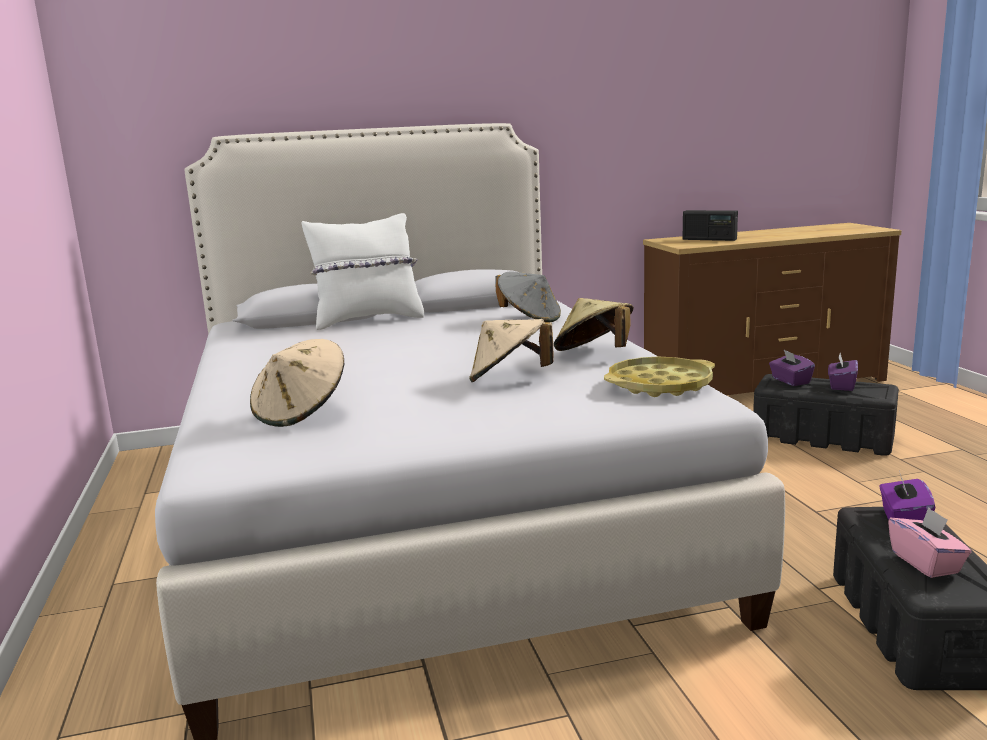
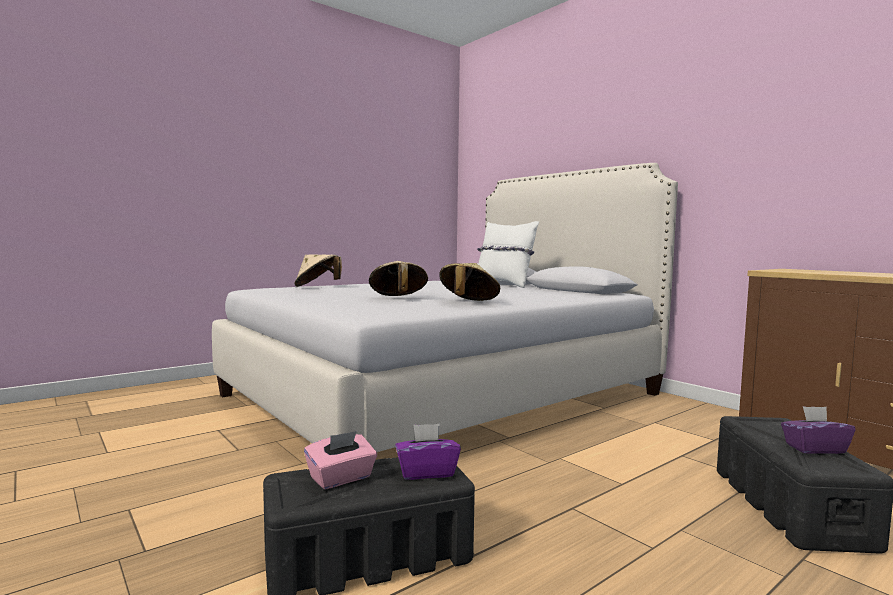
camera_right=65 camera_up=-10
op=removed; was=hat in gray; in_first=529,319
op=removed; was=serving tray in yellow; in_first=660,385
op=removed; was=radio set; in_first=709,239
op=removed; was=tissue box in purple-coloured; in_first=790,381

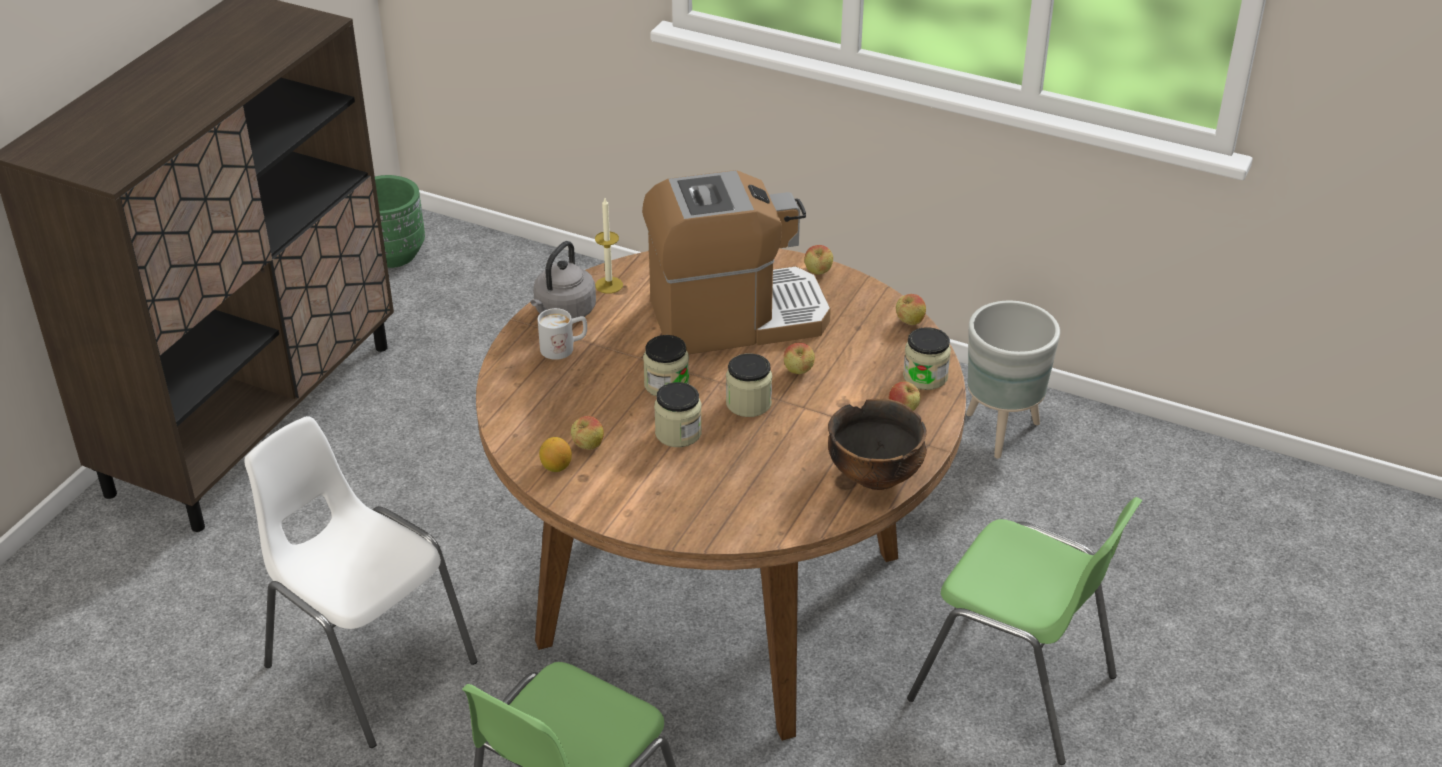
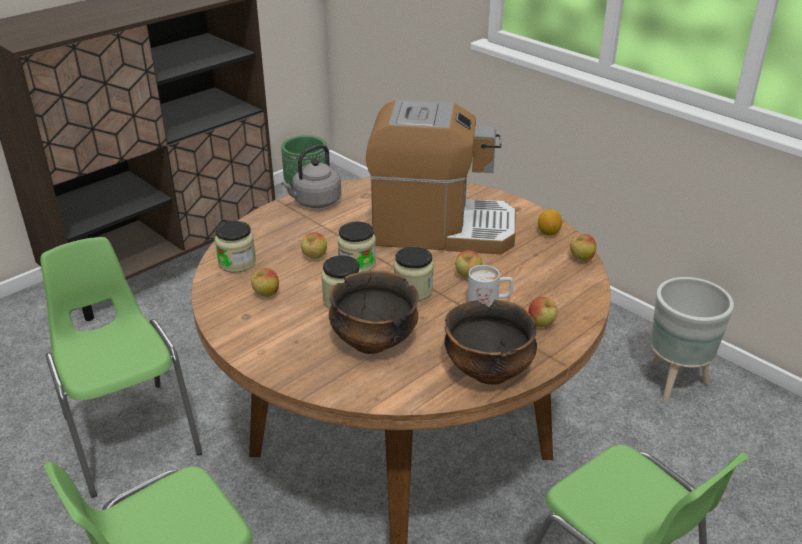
camera_right=20 camera_up=-5
op=removed; was=wax light; in_first=609,285
op=added; now=deep dish; in_second=373,341
op=moved; was=coffee mug in white-coloured; in_first=564,348; in_second=489,302
op=moved; was=whole lemon; in_first=556,467; in_second=548,233
op=moved; was=apple; in_first=818,273; in_second=314,257
op=moved; was=jar; in_first=925,376; in_second=237,263
op=recoloured; was=chair in white-coloured; now=chair in green; in_first=368,664; in_second=130,435

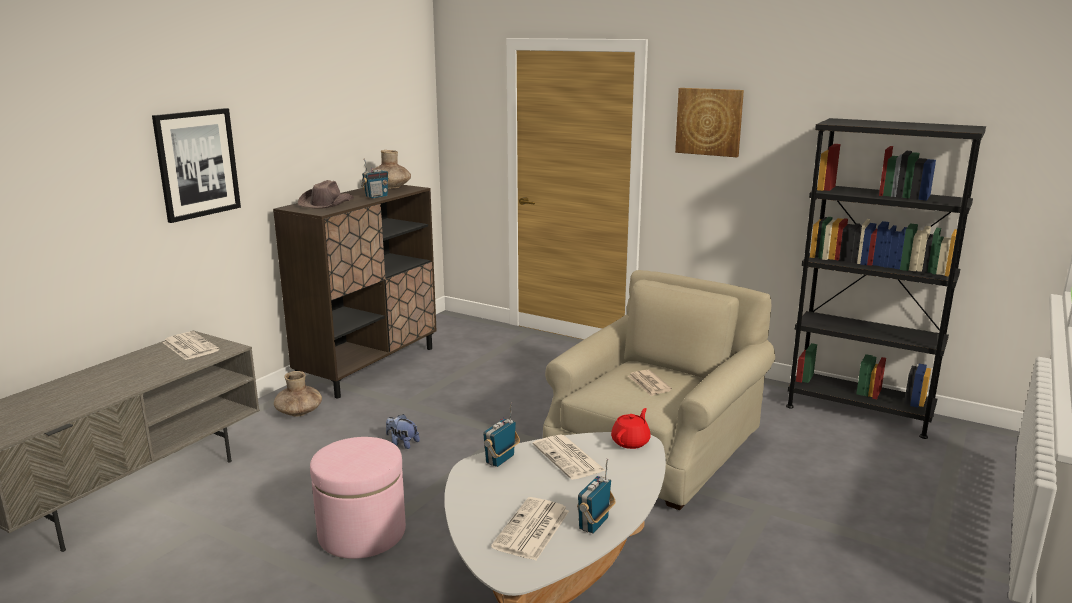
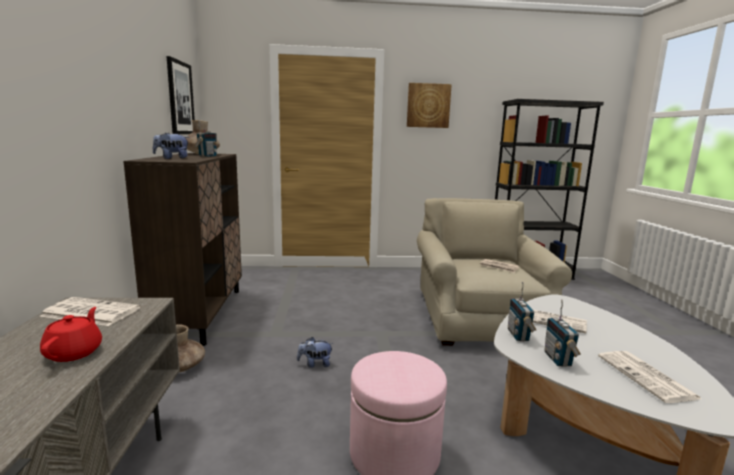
camera_right=-35 camera_up=-5
op=moved; was=picture; in_first=197,164; in_second=180,98
op=moved; was=radio set; in_first=594,524; in_second=558,359
op=moved; was=teapot in red; in_first=631,442; in_second=75,352
op=replaced; was=hat in brown-coloured; now=plush toy; in_first=326,203; in_second=172,158

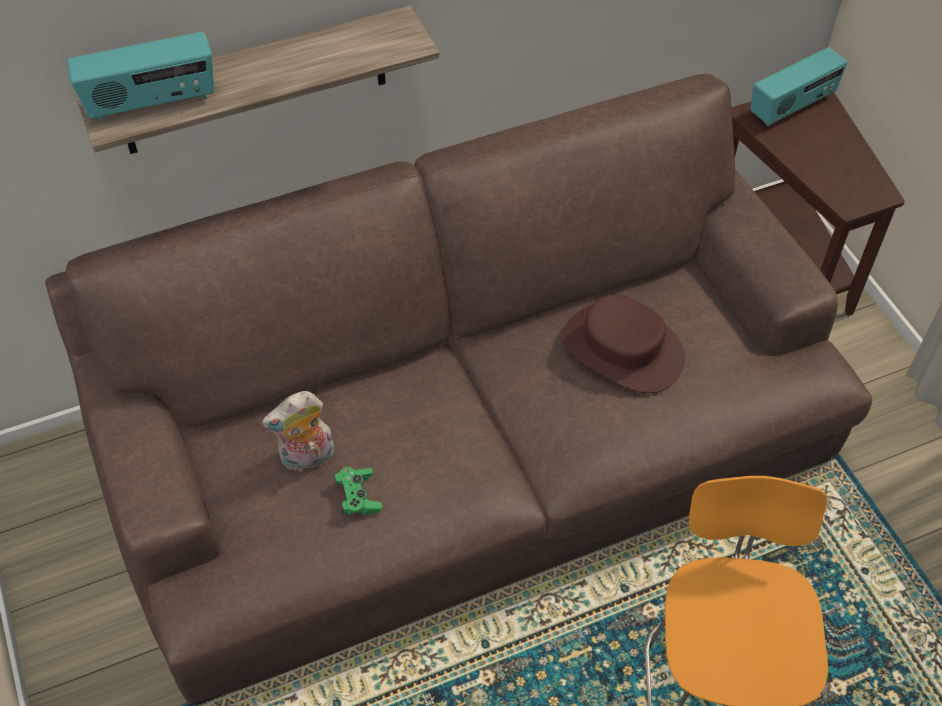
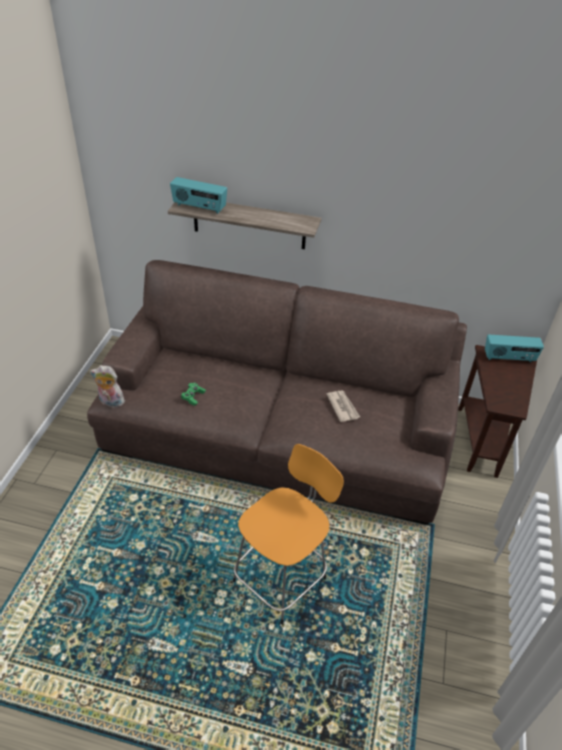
camera_right=35 camera_up=-10
op=moved; was=plush toy; in_first=307,459; in_second=110,402
op=replaced; was=hat in brown-coloured; now=newspaper; in_first=622,349; in_second=342,407

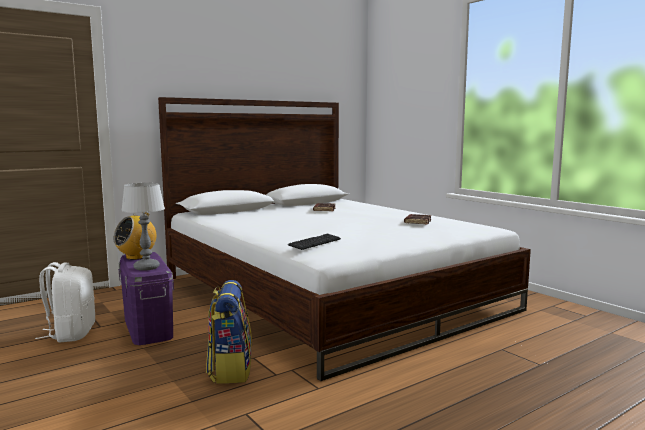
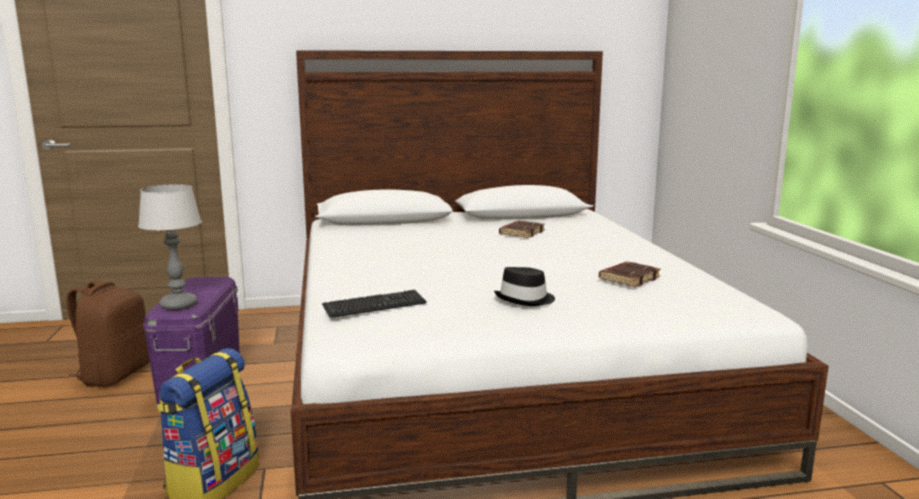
camera_right=25 camera_up=5
op=removed; was=radio set; in_first=136,257
op=added; now=hat in black; in_second=525,299
op=recoloured; was=backpack in white-coloured; now=backpack in brown-coloured; in_first=71,334; in_second=114,375

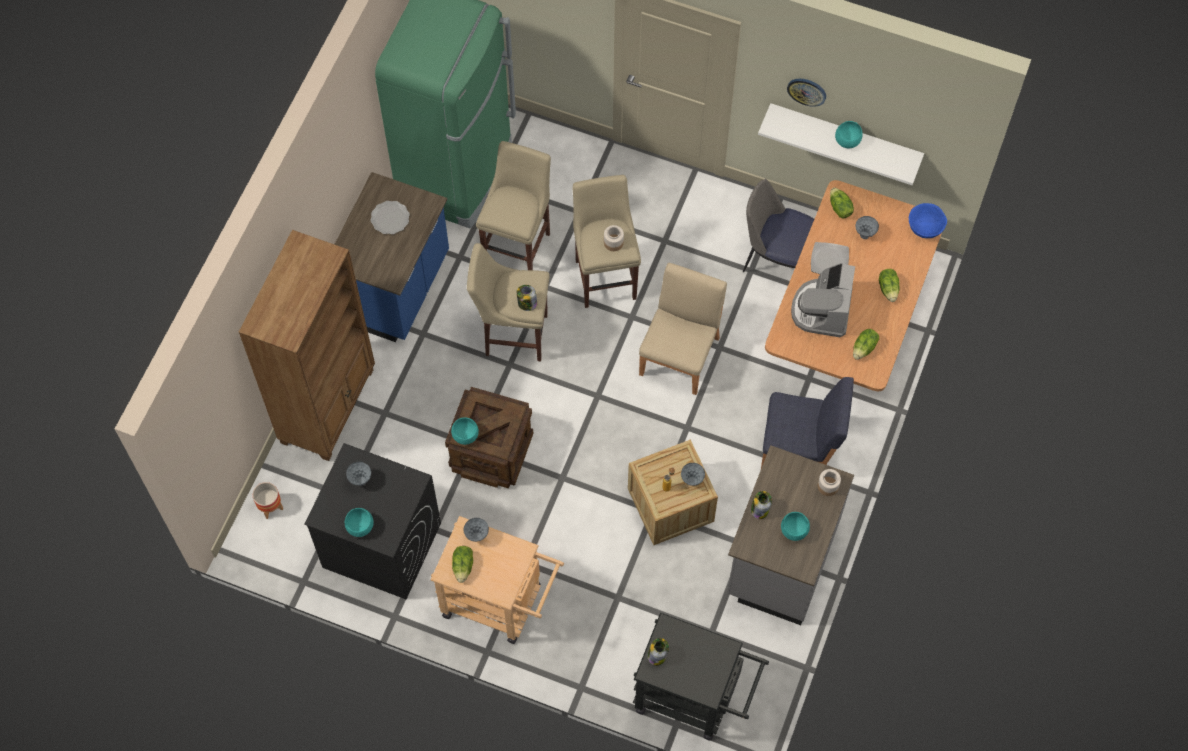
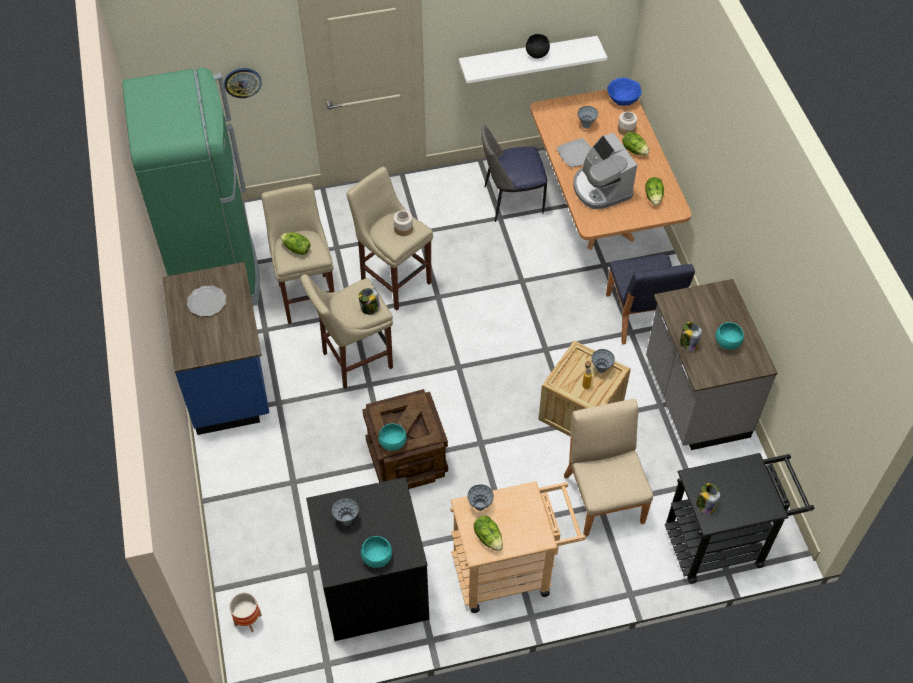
camera_right=-35 camera_up=-10
op=removed; was=bookshelf in brown-coloured; in_first=329,405
op=moved; was=chair in beige; in_first=680,355; in_second=604,497
op=moved; was=hanging clock; in_first=807,91; in_second=242,82
op=moved; was=jar; in_first=828,486; in_second=626,129
op=moved; was=head of lettuce; in_first=839,208; in_second=296,249
op=recoloured; was=deep dish in turquoise; now=deep dish in black; in_first=846,141; in_second=536,54
op=turned; was=chair in bluish; in_first=800,449; in_second=641,316; clockwise=105

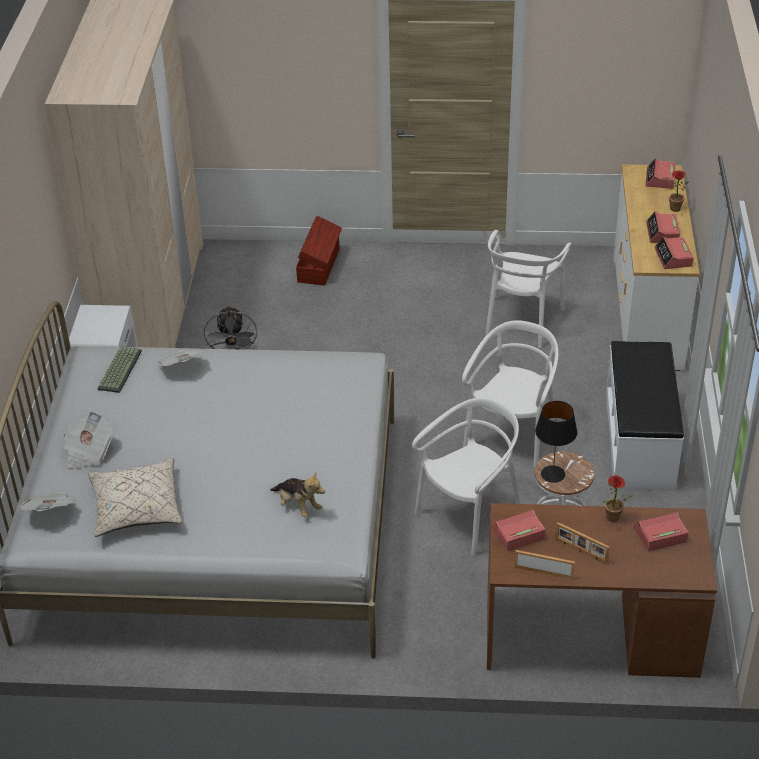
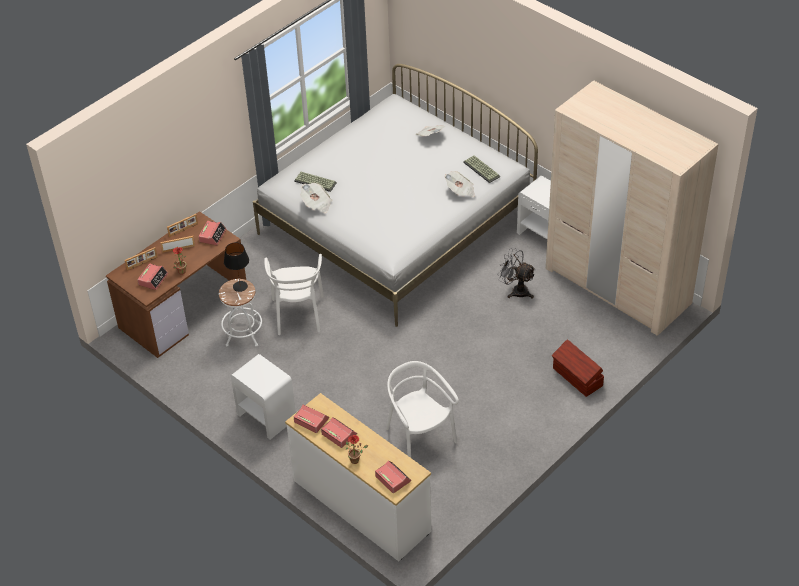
camera_right=130 camera_up=5
op=removed; was=cushion in beige; in_first=136,507
op=removed; was=chair in white-coloured; in_first=512,435
op=added; now=photo frame; in_second=142,263
op=moved; was=newspaper; in_first=51,512; in_second=317,204
op=replaced; was=plush toy; now=PC keyboard; in_first=298,506; in_second=316,181
op=replaced; was=bench in white-coloured; now=nightstand in white-coloured; in_first=640,442; in_second=266,416

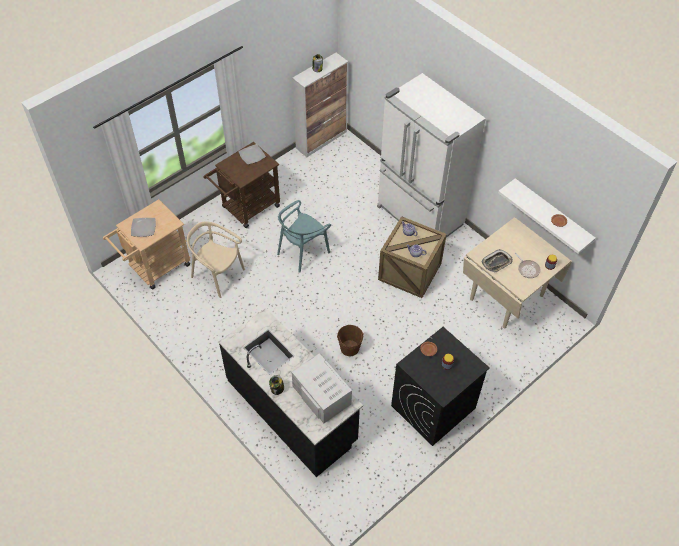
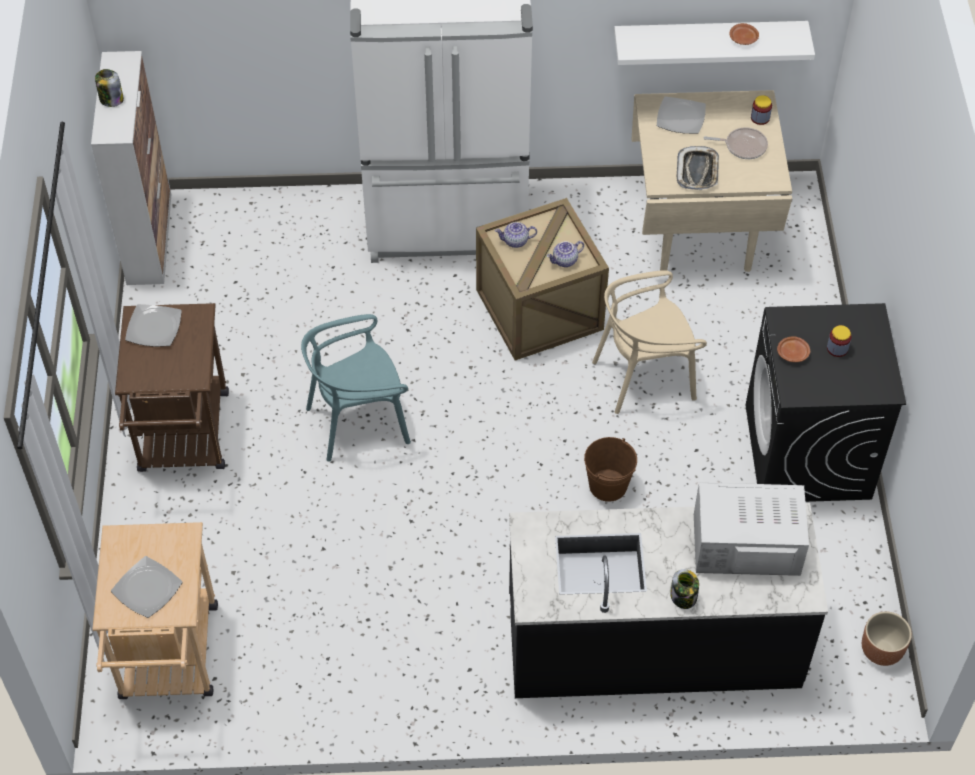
camera_right=-50 camera_up=0
op=added; now=plate; in_second=681,118
op=added; now=planter in brown-coloured; in_second=880,650
op=moved; was=chair in beige; in_first=217,275; in_second=644,377
op=turned; was=chair in turquoise; in_first=303,252; in_second=358,422; clockwise=75

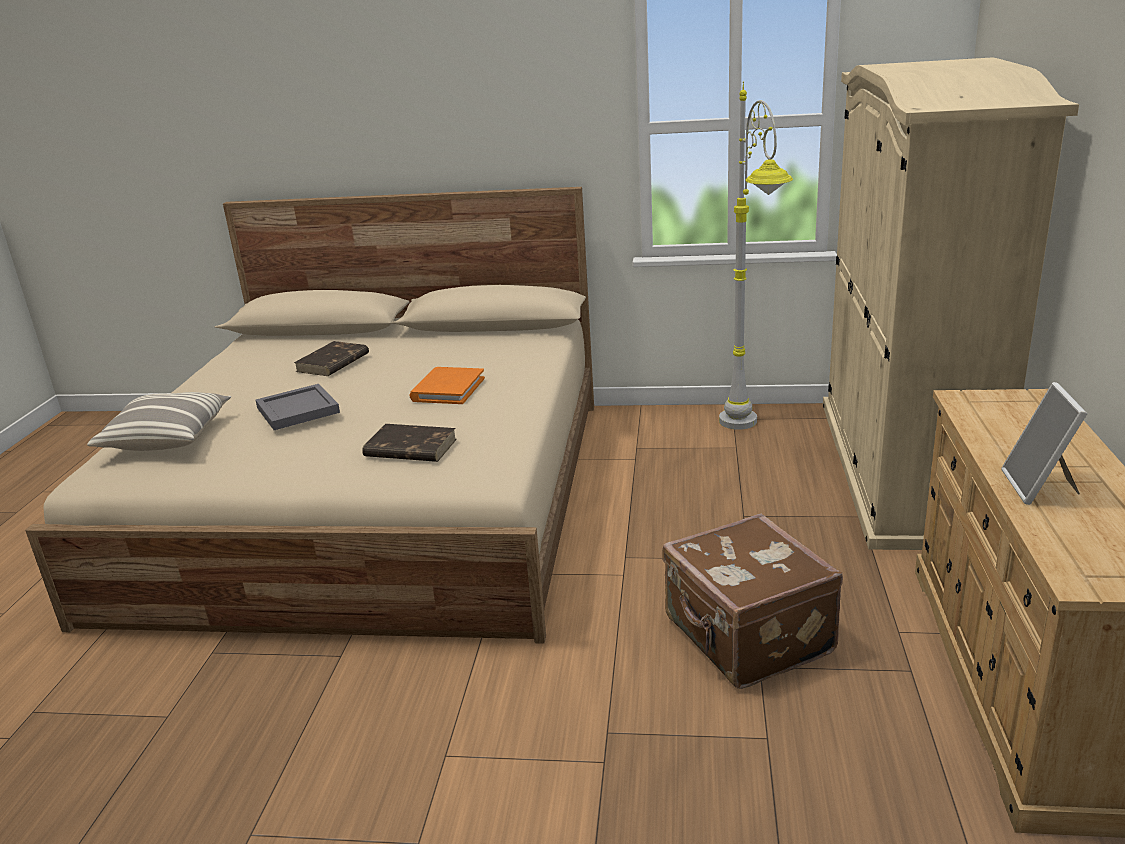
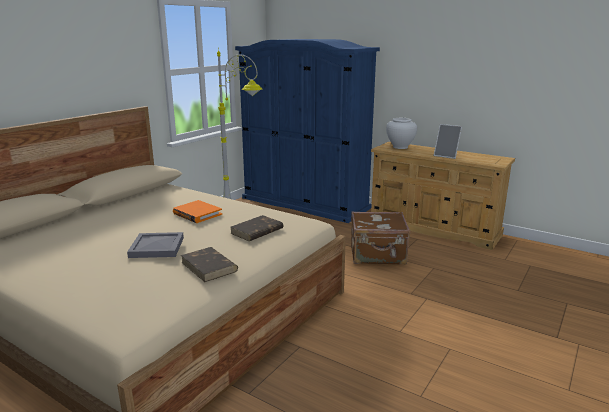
camera_right=-65 camera_up=-5
op=removed; was=cushion; in_first=167,437
op=added; now=flower vase in white-coloured; in_second=400,147
op=moved; was=book in brown-coloured; in_first=332,363; in_second=209,267
op=recoloured; was=armoire in beige; now=armoire in bluish; in_first=901,467; in_second=305,203

